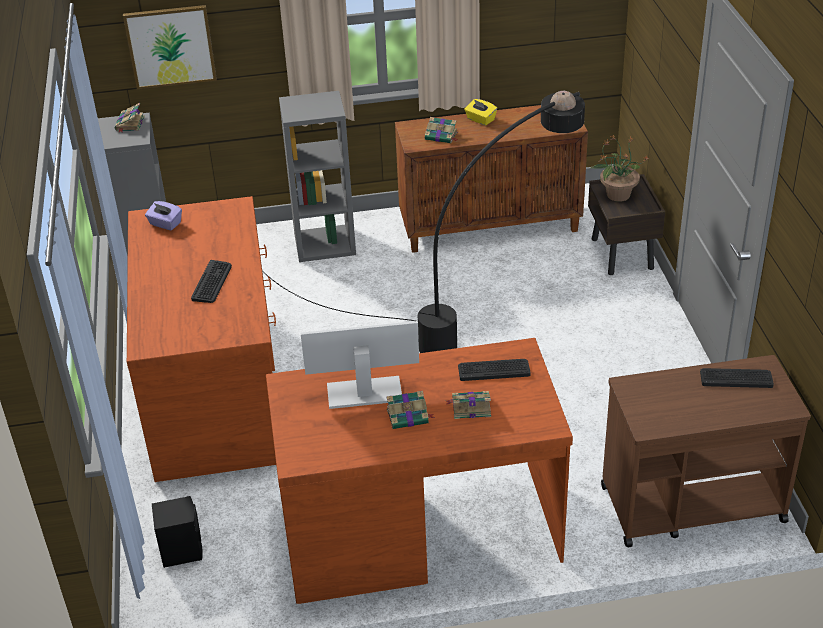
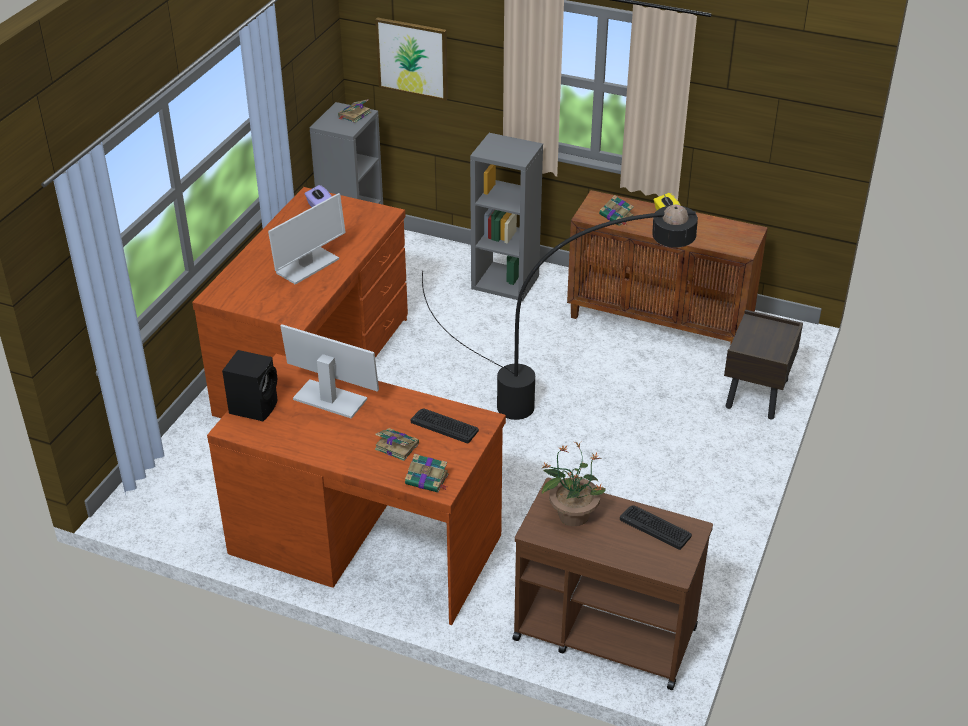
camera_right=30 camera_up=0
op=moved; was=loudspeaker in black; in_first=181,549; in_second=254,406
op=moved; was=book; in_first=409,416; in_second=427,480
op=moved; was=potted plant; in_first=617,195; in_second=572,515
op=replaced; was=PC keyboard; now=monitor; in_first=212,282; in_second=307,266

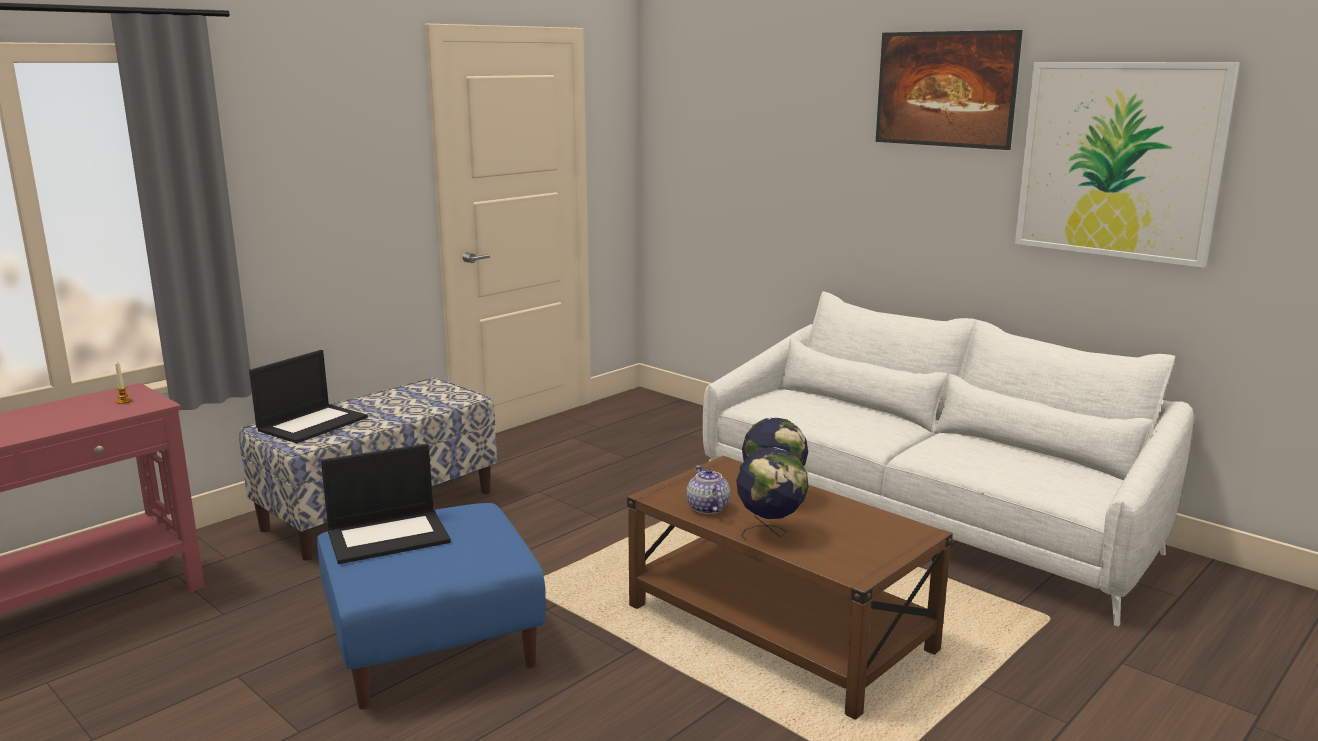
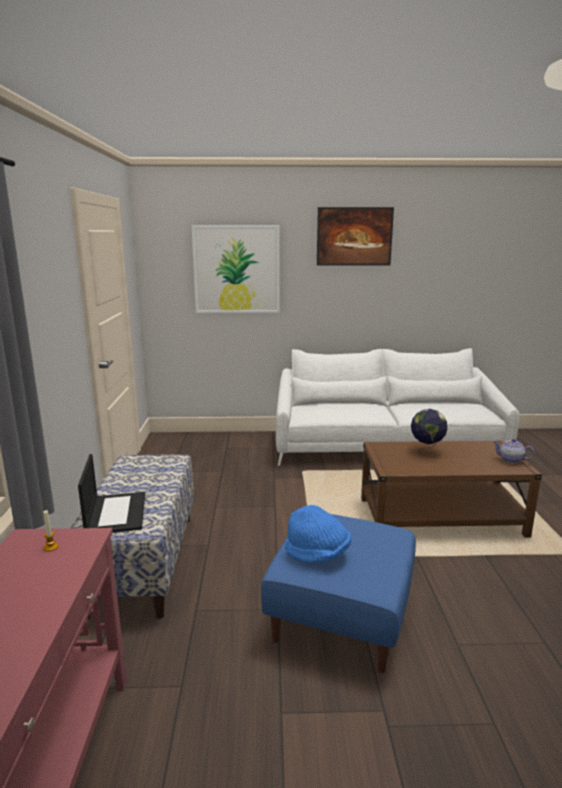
camera_right=-45 camera_up=0
op=removed; was=world globe; in_first=770,533
op=moved; was=teapot; in_first=707,508; in_second=511,460
op=moved; was=picture; in_first=1119,160; in_second=236,269
op=replaced; was=notebook computer; now=hat in bluish; in_first=389,536; in_second=318,554

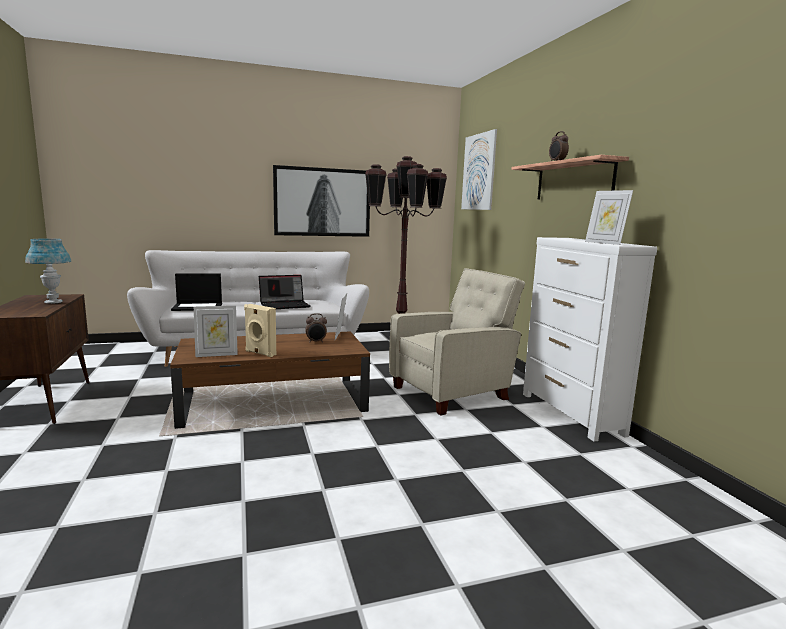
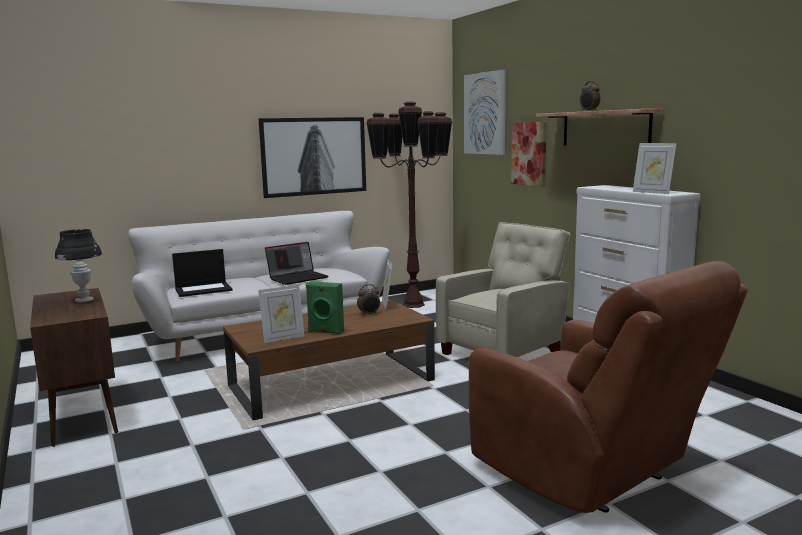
camera_right=-10 camera_up=0
op=added; now=armchair in brown-coloured; in_second=590,473
op=added; now=picture; in_second=529,154
op=recoloured; was=lamp for a table in bluish; now=lamp for a table in black; in_first=53,302; in_second=84,300
op=recoloured; was=loudspeaker in beige; now=loudspeaker in green; in_first=259,353; in_second=325,332

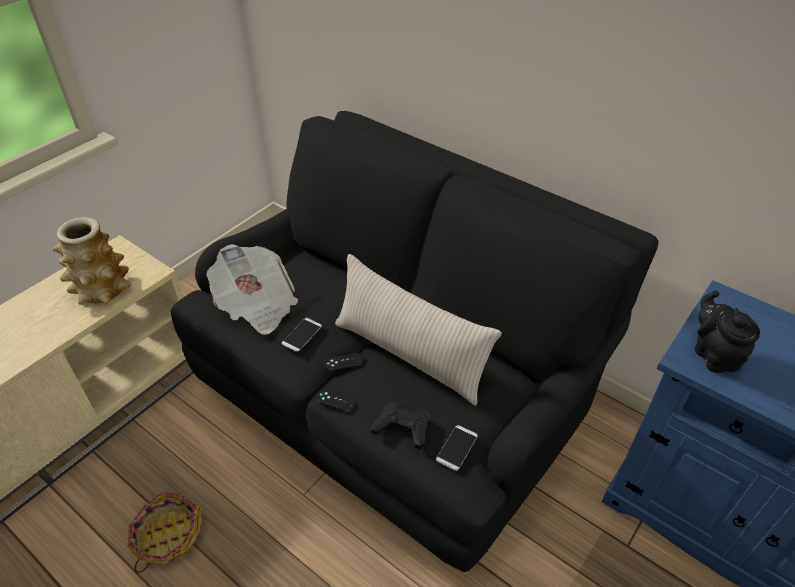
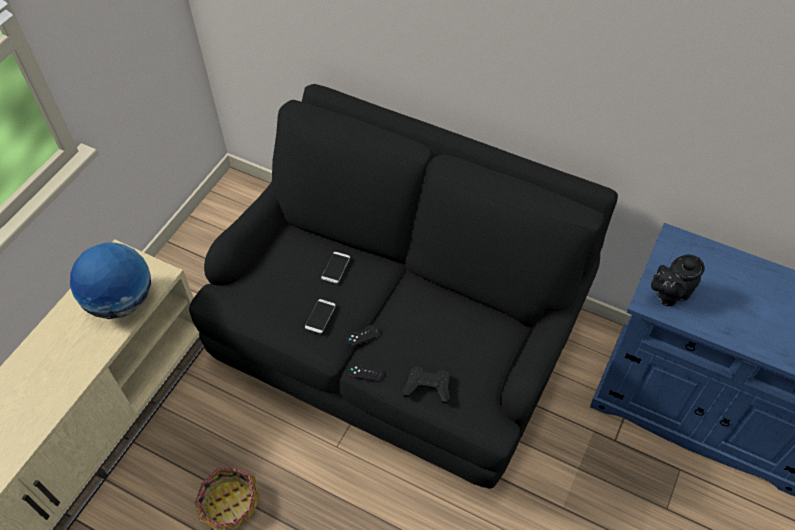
camera_right=-10 camera_up=10
op=removed; was=newspaper; in_first=256,305
op=removed; was=cushion in beige; in_first=409,355
op=moved; was=handset; in_first=457,448; in_second=335,267
op=replaced; was=flower vase; now=world globe; in_first=102,290; in_second=122,301
op=turned; was=teapot in black; in_first=713,354; in_second=669,294; clockwise=-90

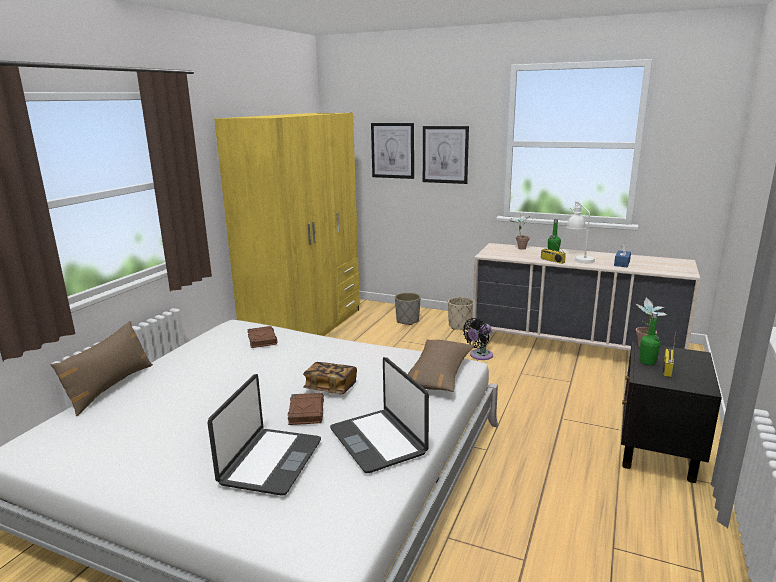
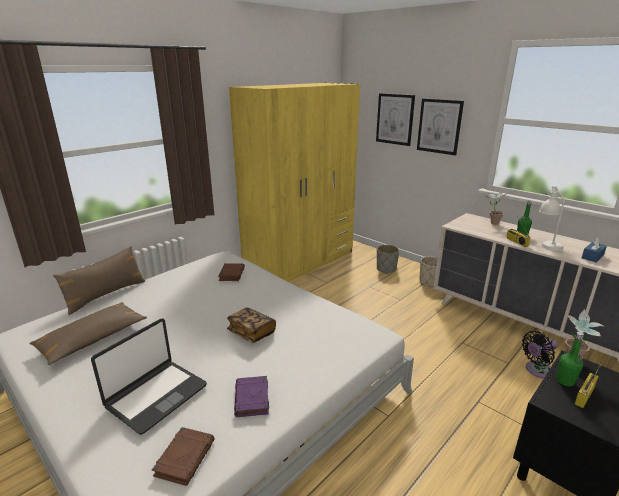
camera_right=20 camera_up=5
op=moved; was=book in brown-coloured; in_first=306,411; in_second=185,457
op=moved; was=cushion in brown-coloured; in_first=438,374; in_second=92,339
op=moved; was=fan in black; in_first=479,356; in_second=537,370
op=replaced; was=notebook computer; now=book in purple-coloured; in_first=378,441; in_second=252,399

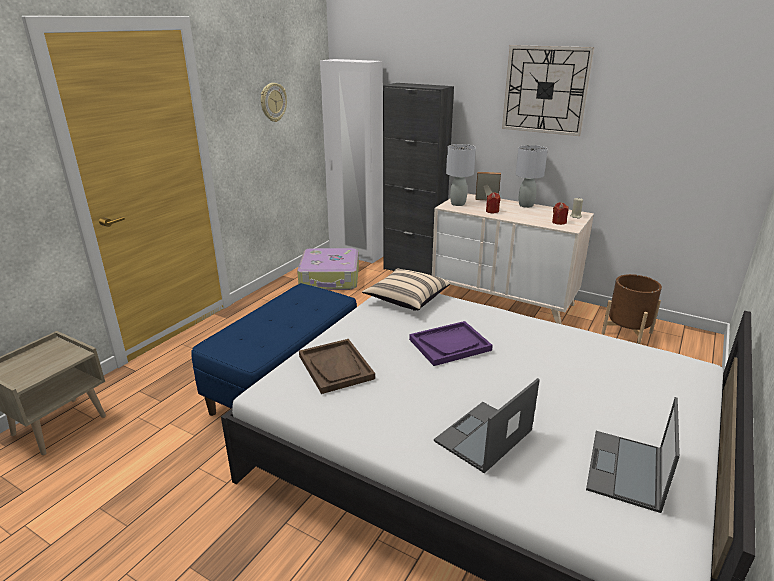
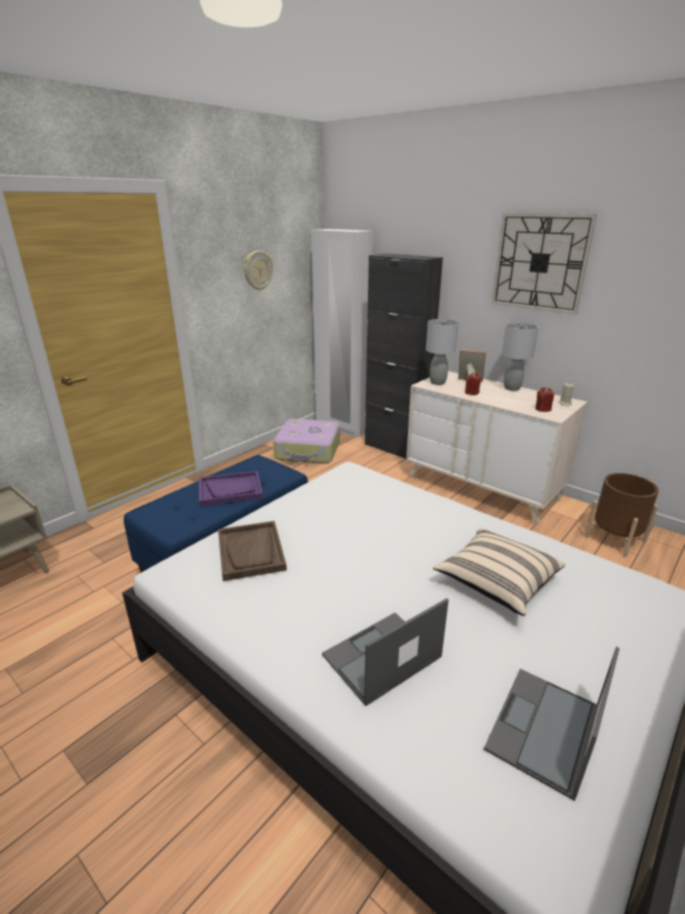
camera_right=10 camera_up=0
op=moved; was=cushion in beige; in_first=406,300; in_second=496,582
op=moved; was=serving tray in purple-coloured; in_first=450,345; in_second=230,490

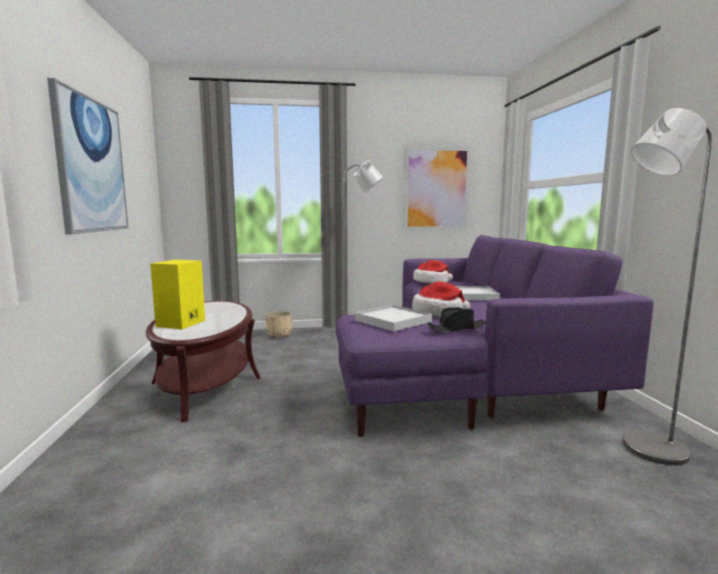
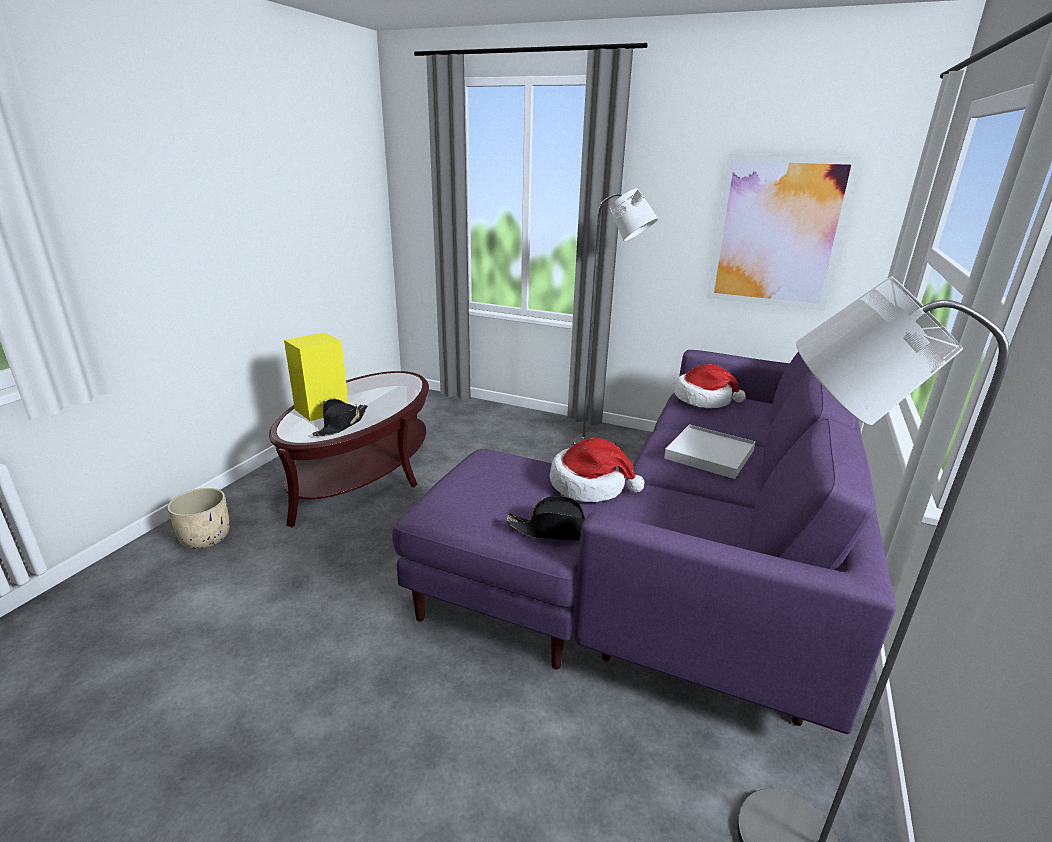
camera_right=30 camera_up=15
op=removed; was=picture; in_first=91,165
op=removed; was=serving tray in white-coloured; in_first=393,321
op=added; now=hat in black; in_second=341,425
op=moved; was=planter in beige; in_first=279,336; in_second=205,538

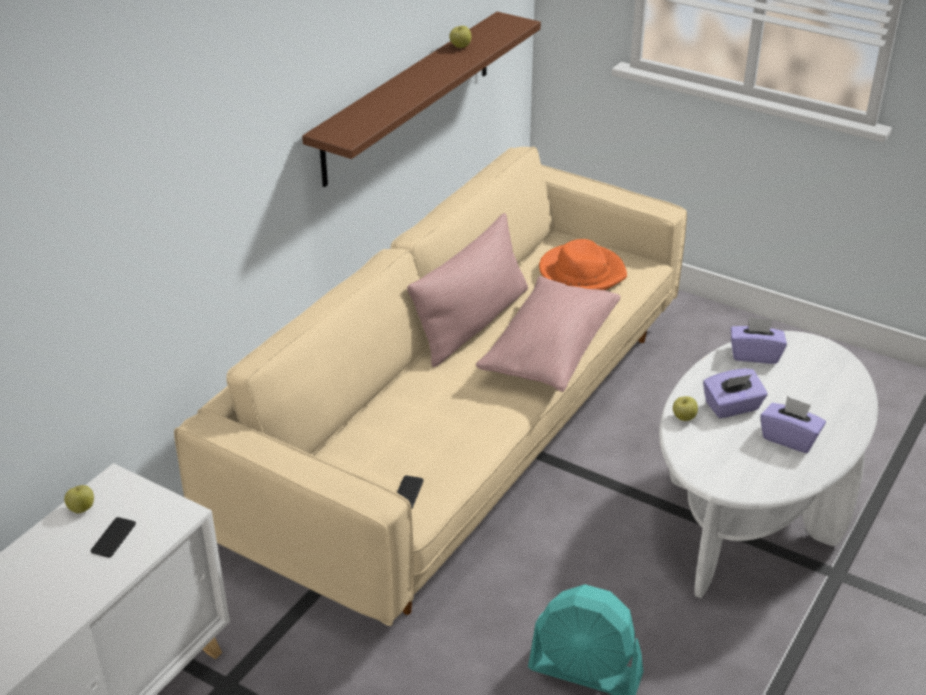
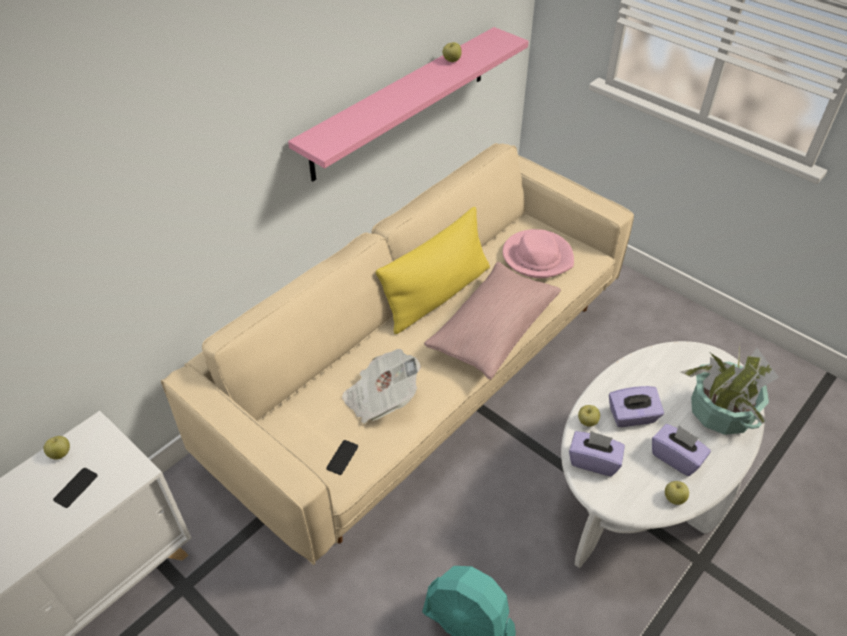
camera_right=10 camera_up=10
op=added; now=newspaper; in_second=381,398
op=added; now=apple; in_second=674,498
op=added; now=potted plant; in_second=721,412
op=moved; was=tissue box in purple-coloured; in_first=755,354; in_second=593,461
op=recoloured; was=shelf in brown-coloured; now=shelf in pink-coloured; in_first=409,97; in_second=401,102
op=recoloured; was=cushion in pink-coloured; now=cushion in yellow; in_first=472,323; in_second=437,295
op=recoloured; was=hat in orangey; now=hat in pink-coloured; in_first=581,272; in_second=537,257

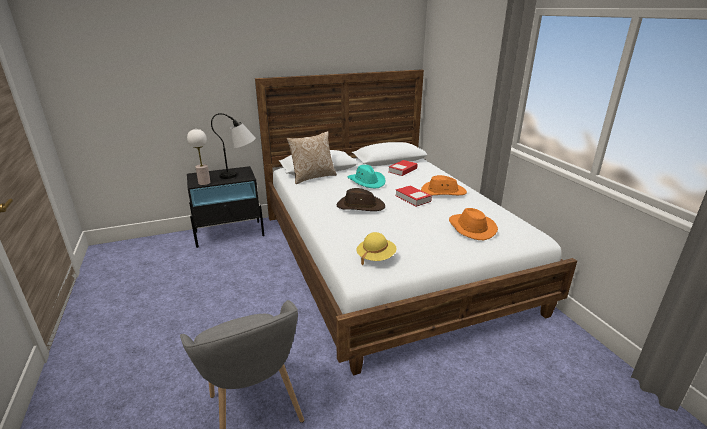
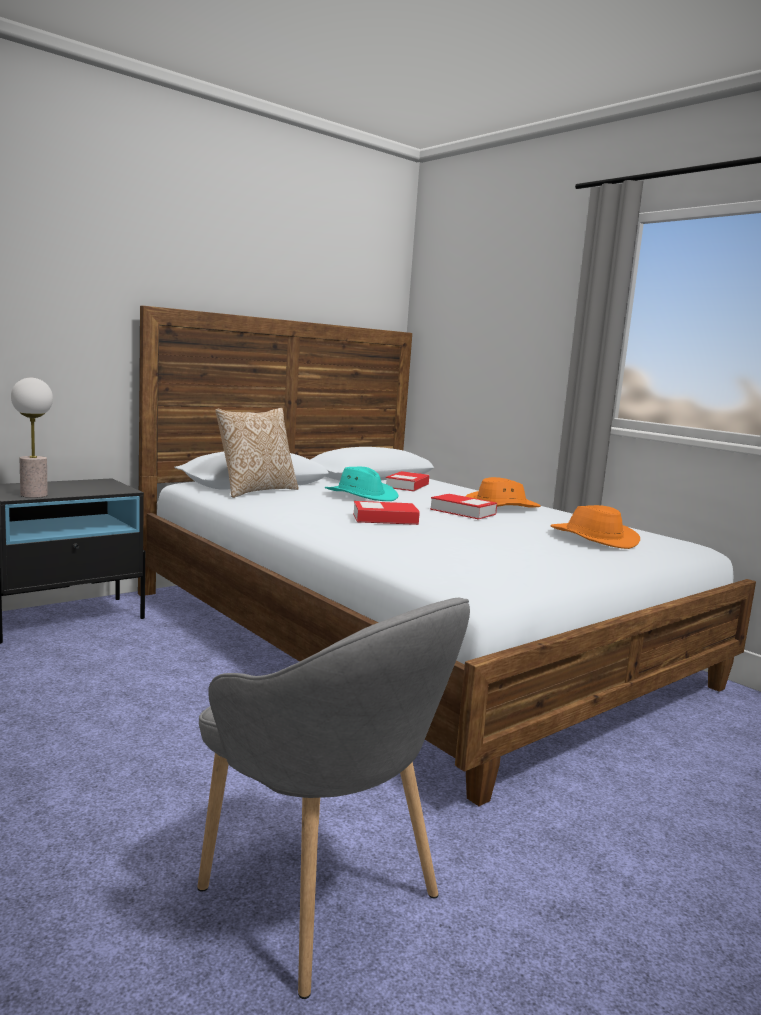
camera_right=-20 camera_up=-15
op=removed; was=lamp for a table; in_first=240,175
op=removed; was=hat in yellow; in_first=376,257
op=replaced; was=hat in brown-coloured; now=book; in_first=360,206; in_second=385,519

